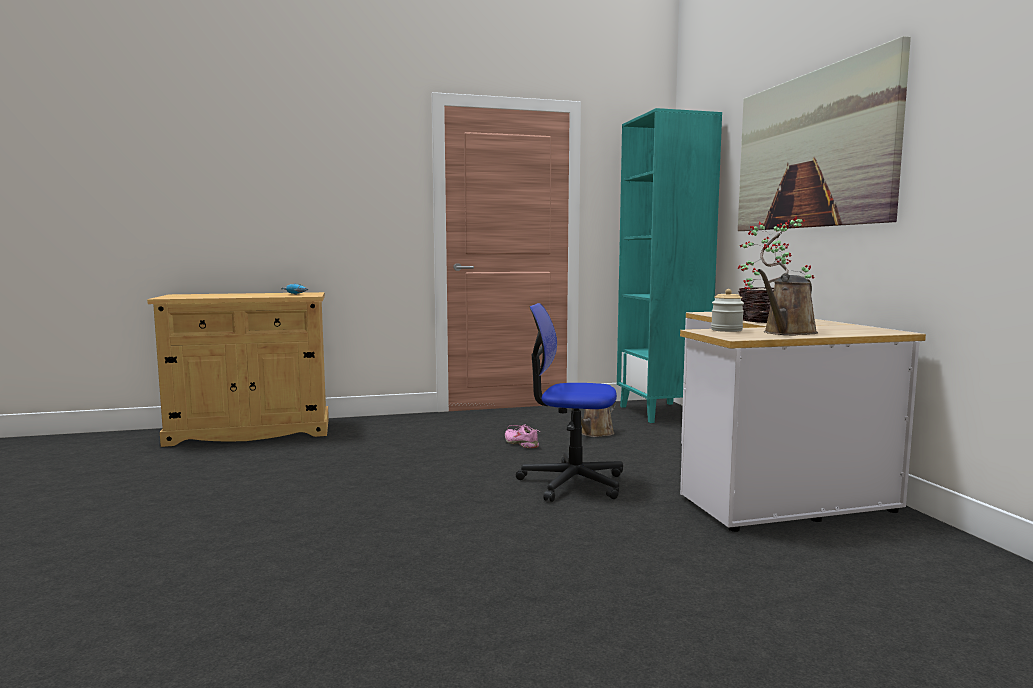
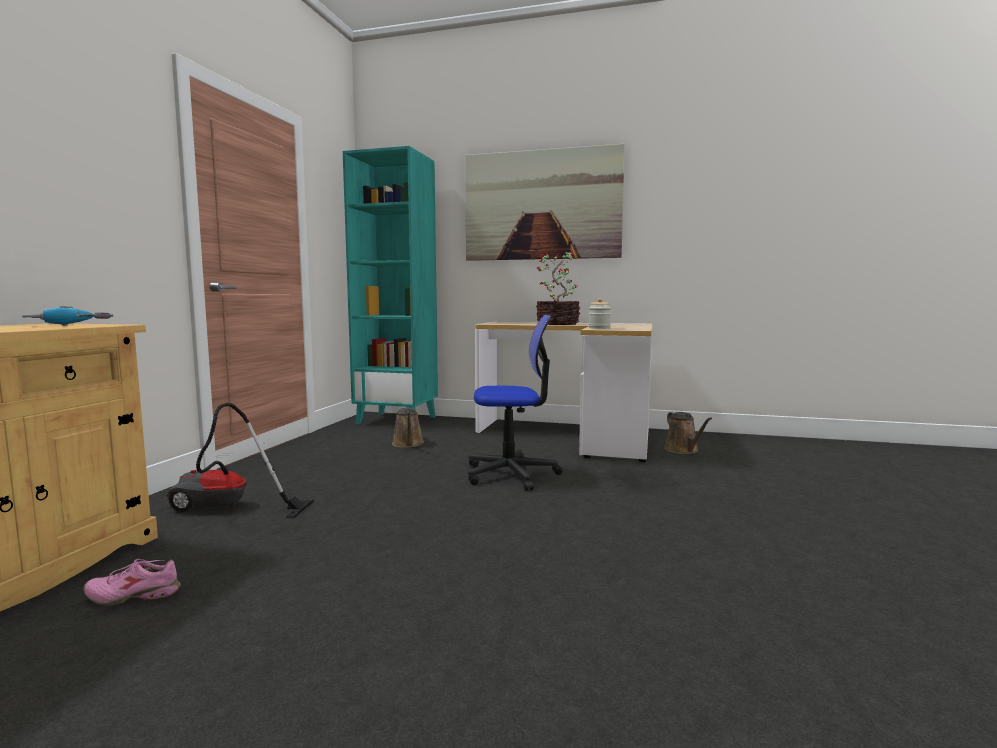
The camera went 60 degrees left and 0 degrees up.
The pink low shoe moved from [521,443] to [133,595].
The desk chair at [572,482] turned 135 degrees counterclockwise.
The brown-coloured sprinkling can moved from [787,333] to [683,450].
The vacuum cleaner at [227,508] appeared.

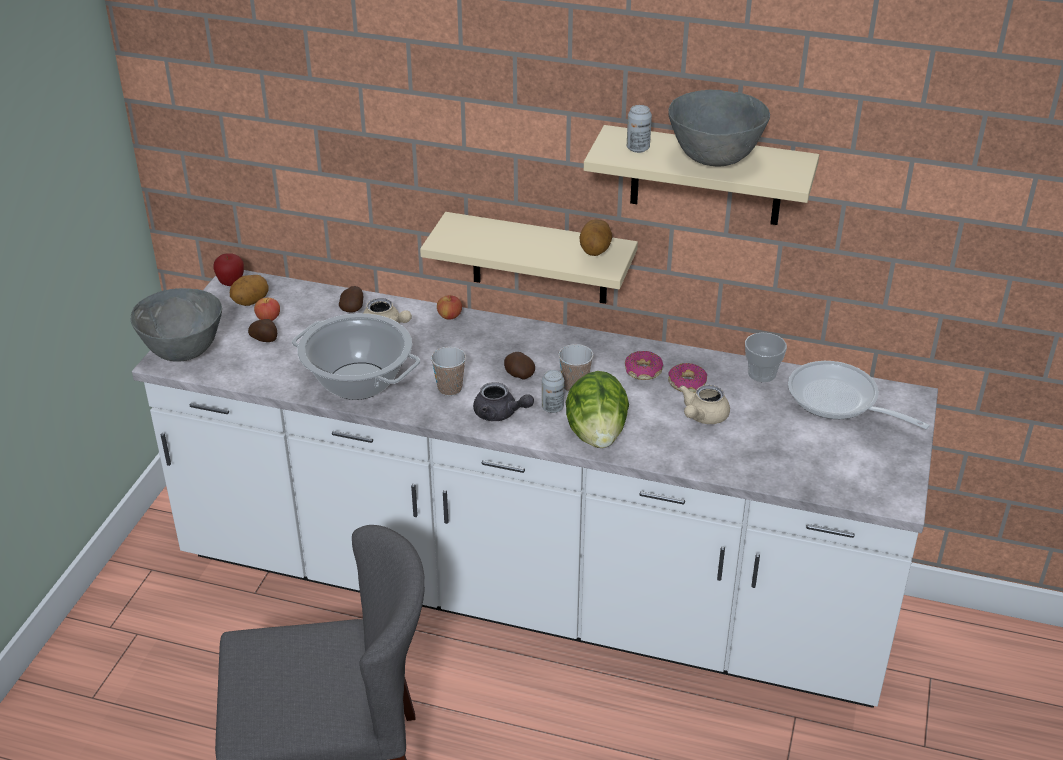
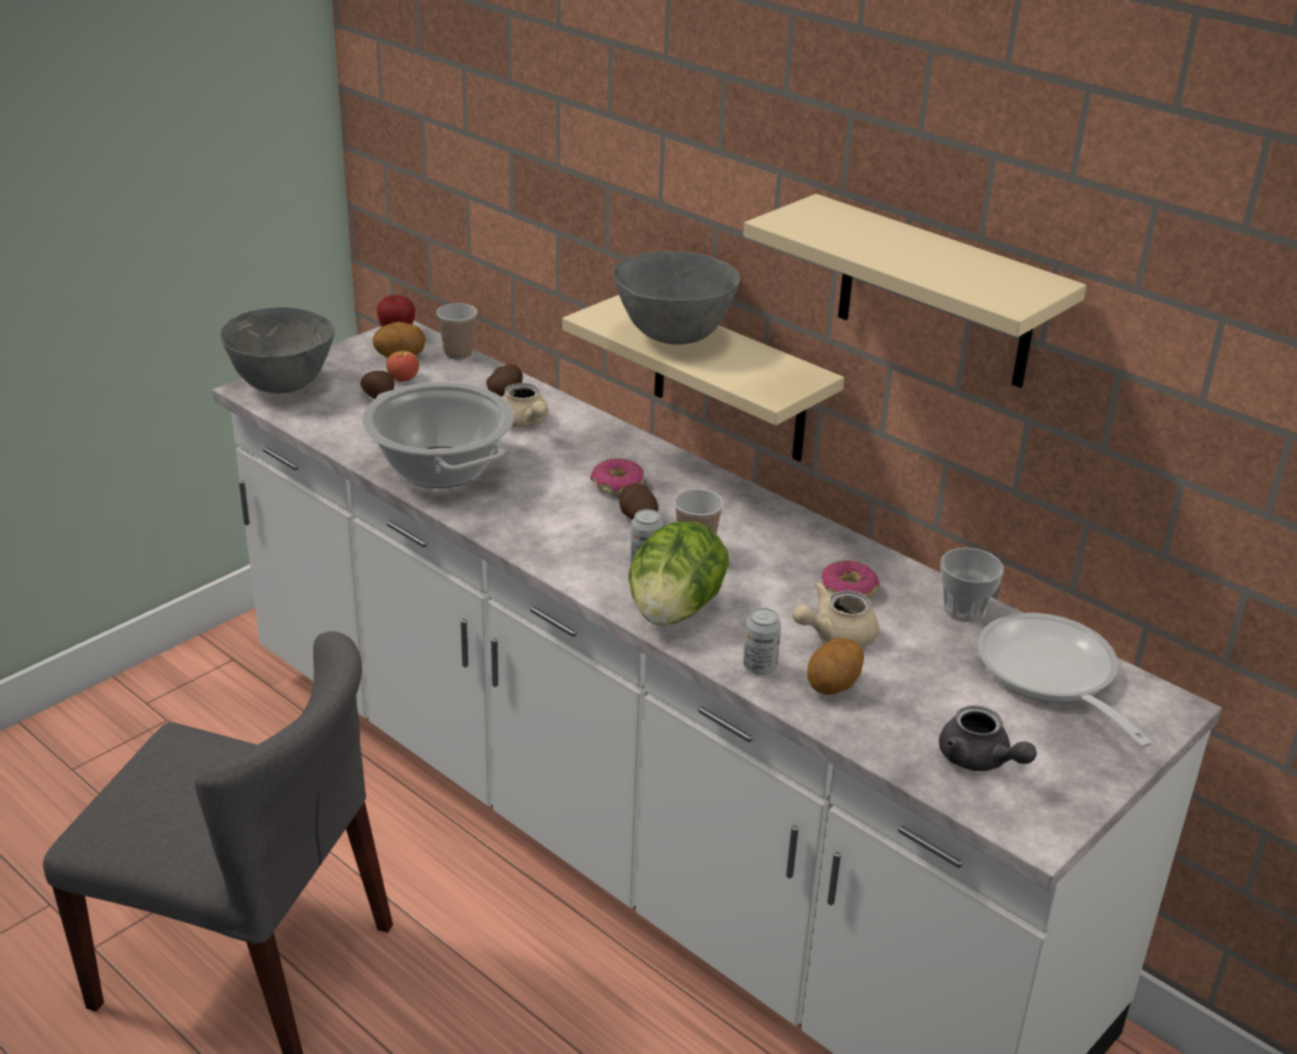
The camera went 25 degrees right and 5 degrees down.
The cup moved from [449,389] to [458,354].
The whole apple at [449,316] disappeared.
The gray pot for tea moved from [500,414] to [979,760].
The whole potato moved from [595,250] to [834,686].
The ring doughnut moved from [643,371] to [617,485].
The can moved from [638,148] to [759,667].
The gray bowl moved from [714,159] to [674,337].

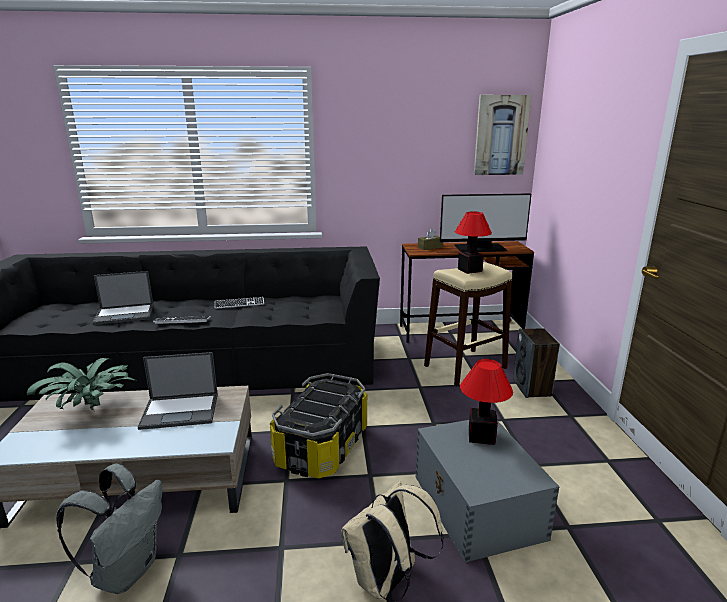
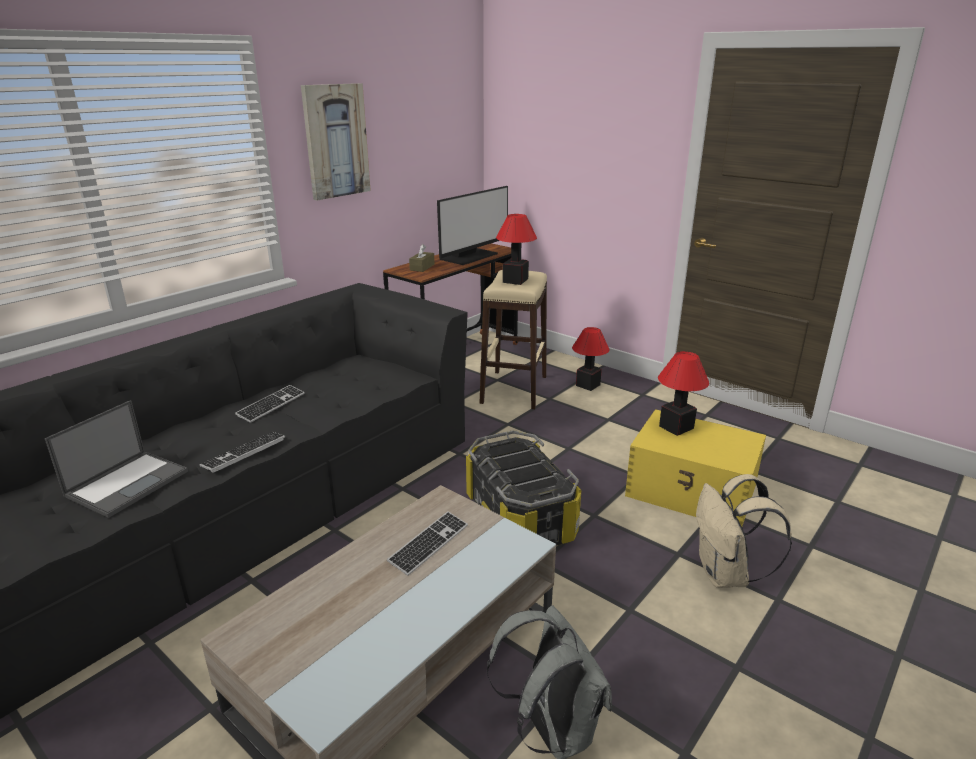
The camera went 45 degrees left and 5 degrees up.
The potted plant at [93,409] disappeared.
The portable computer at [181,411] was replaced by the keyboard at [429,544].
The gray storage bin at [477,507] became the yellowish storage bin at [692,491].
The wall picture moved from [501,135] to [335,141].
The audio speaker at [532,388] was replaced by the tabletop lamp at [588,385].

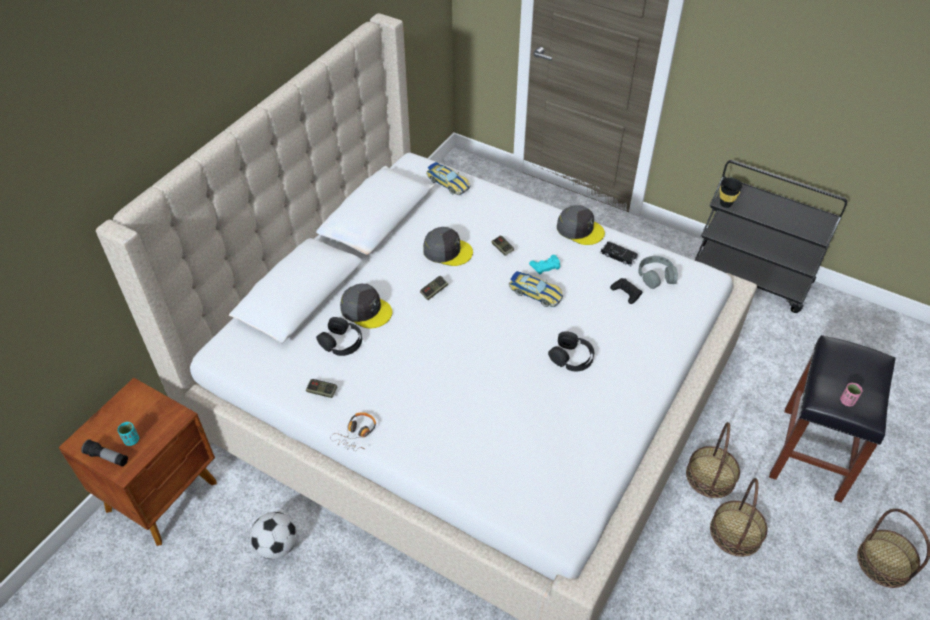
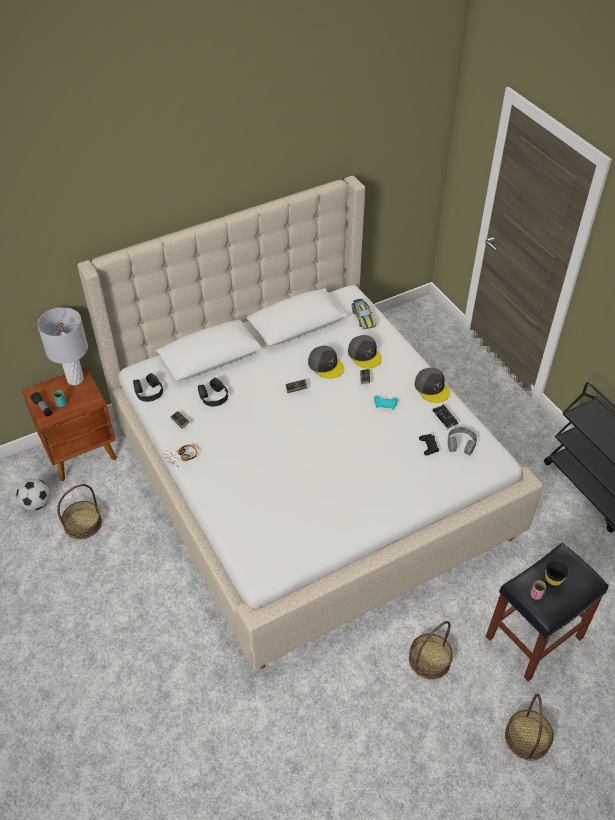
The camera went 30 degrees right and 0 degrees up.
The football ball moved from [277,546] to [36,504].
The gray peaked cap moved from [366,310] to [364,355].
The model car at [535,293] disappeared.
The blackish headphones moved from [572,357] to [148,392].
The household basket moved from [710,476] to [83,523].
The blackish cup moved from [725,204] to [551,583].
The gray tabletop lamp at [75,379] appeared.

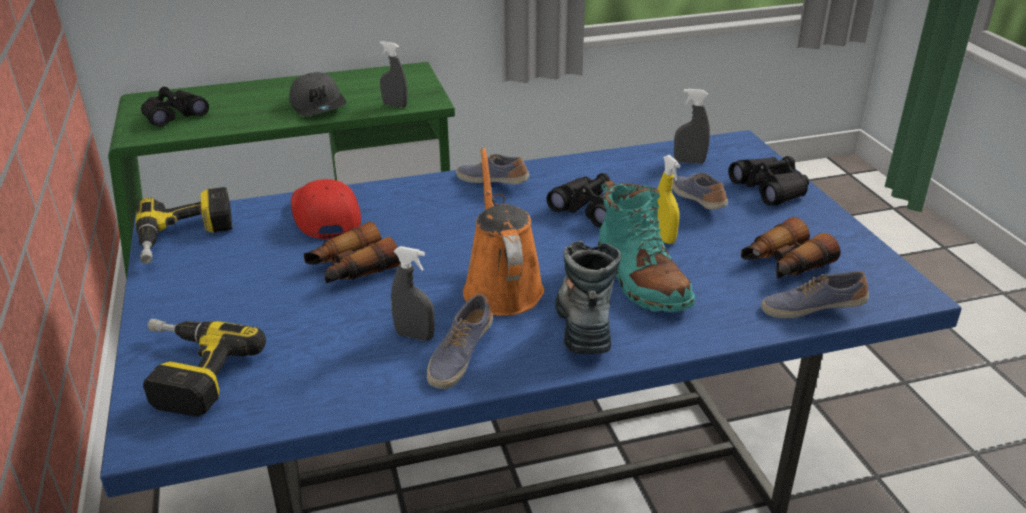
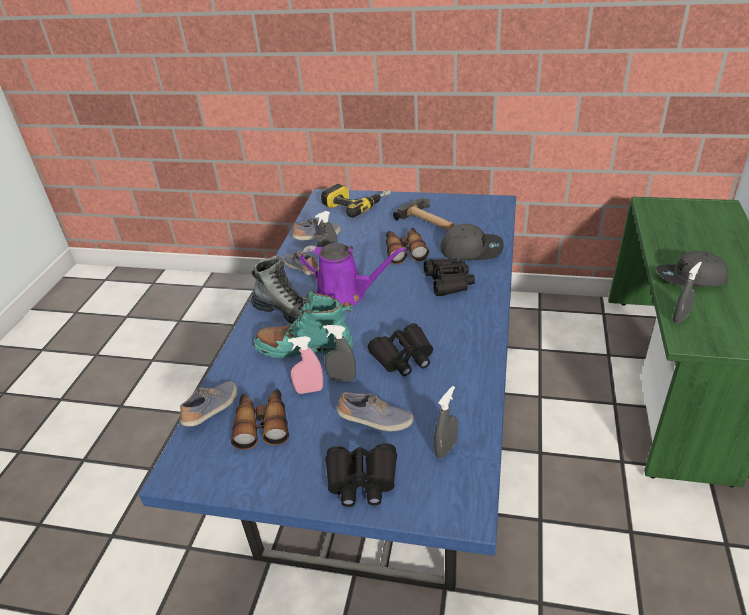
The camera went 120 degrees right and 5 degrees up.
The power drill at [186,238] disappeared.
The blackish binoculars moved from [174,115] to [448,282].
The reddish peaked cap at [325,215] became the gray peaked cap at [471,249].
The low shoe moved from [493,182] to [317,237].
The orange-coloured sprinkling can at [501,286] became the purple-coloured sprinkling can at [346,294].
The yellowish hand sprayer at [663,237] became the gray hand sprayer at [342,378].
The pink hand sprayer at [309,390] appeared.
The tool hammer at [429,221] appeared.

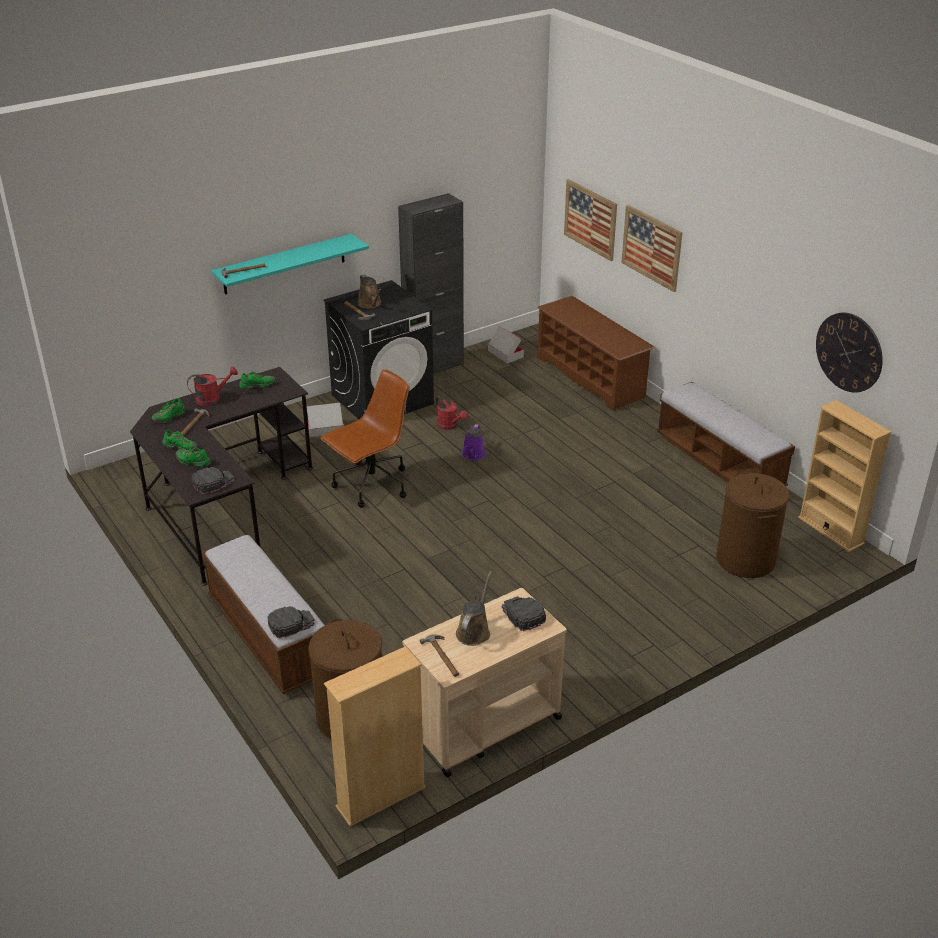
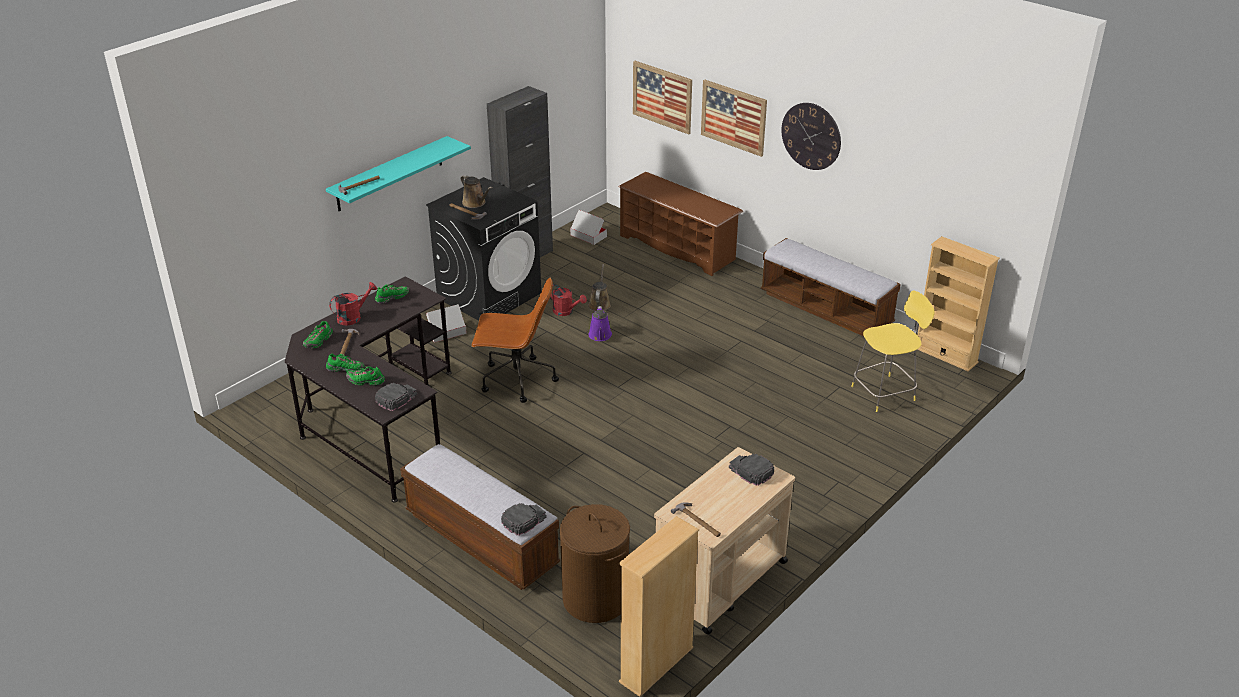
The camera went 15 degrees left and 0 degrees up.
The brown-coloured desk chair at [371,486] turned 60 degrees clockwise.
The brown-coloured sprinkling can moved from [474,631] to [599,304].
The brown-coloured laundry basket at [746,560] was replaced by the yellowish stool at [885,393].
The clock on the wall moved from [849,352] to [811,136].

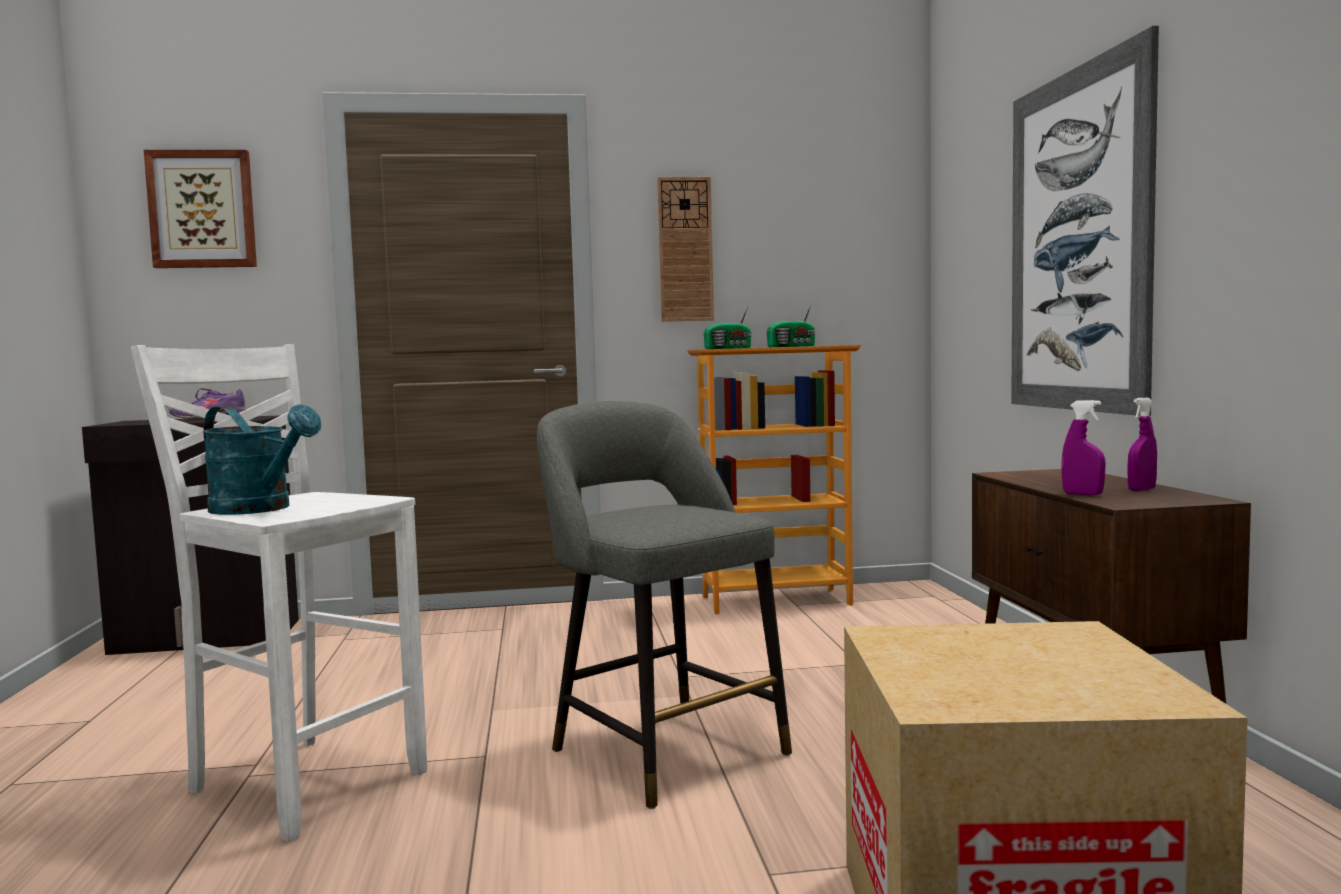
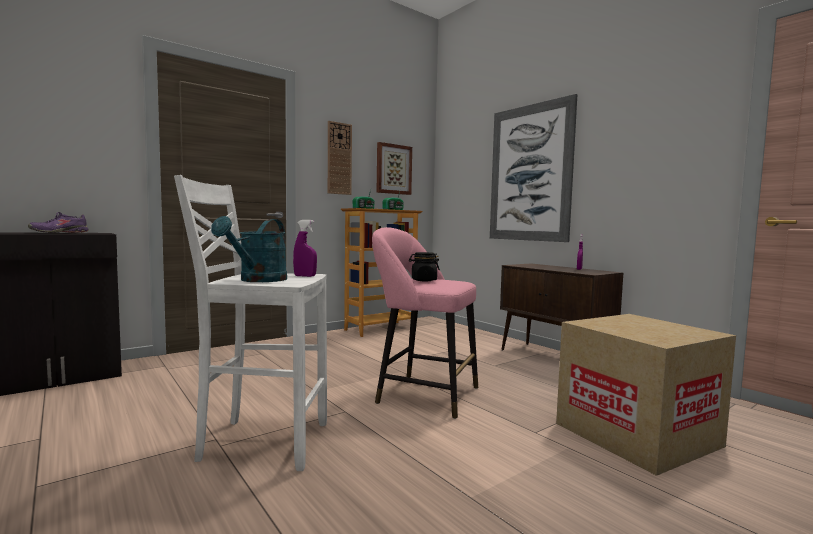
The camera went 30 degrees left and 0 degrees up.
The wall picture moved from [202,210] to [393,169].
The blue-green sprinkling can at [259,509] turned 105 degrees clockwise.
The gray stool at [661,748] became the pink stool at [422,394].
The purple-coloured hand sprayer moved from [1082,494] to [305,276].
The blackish storage jar at [423,280] appeared.

